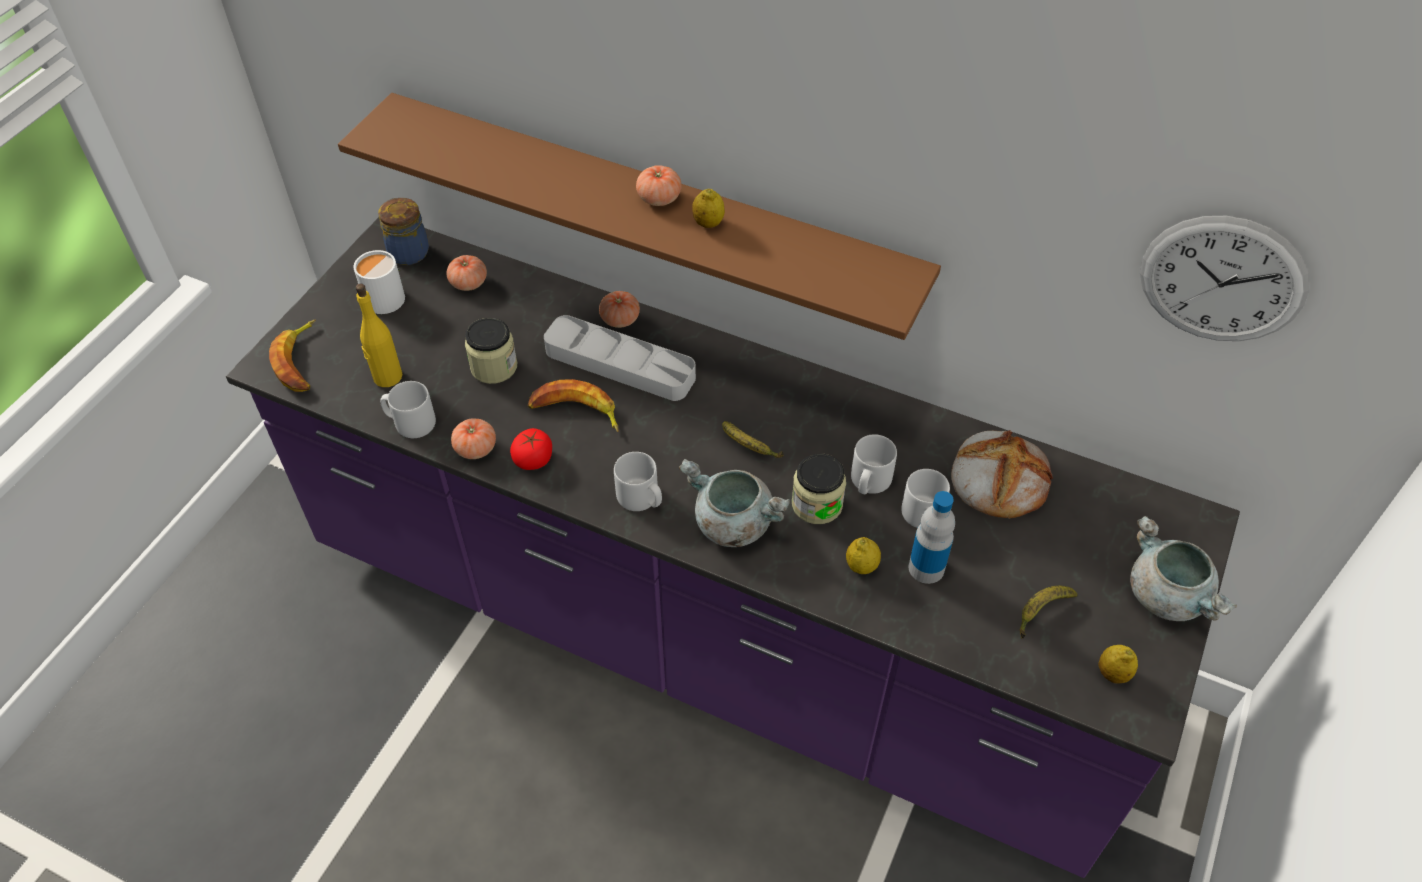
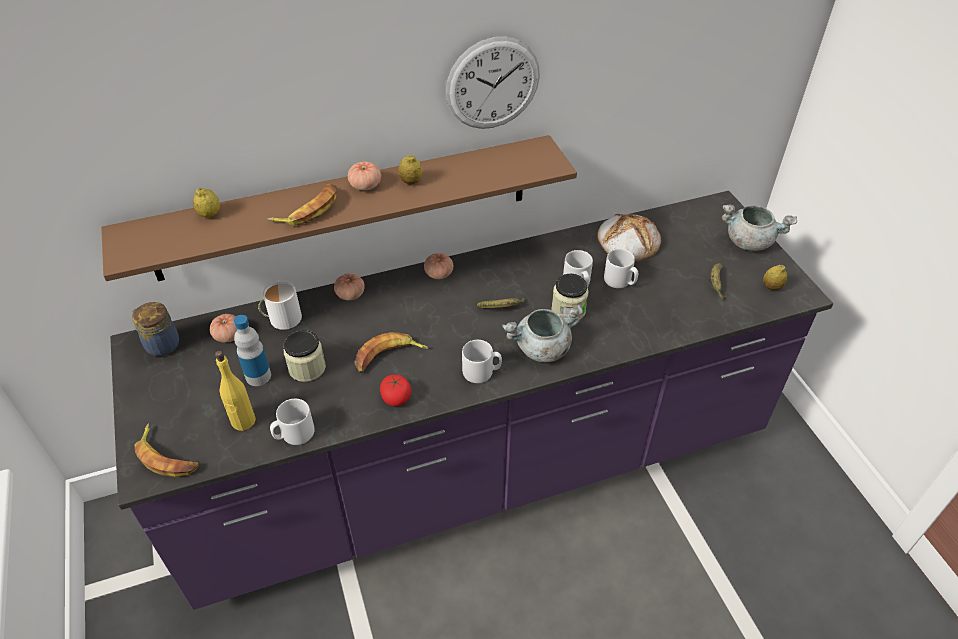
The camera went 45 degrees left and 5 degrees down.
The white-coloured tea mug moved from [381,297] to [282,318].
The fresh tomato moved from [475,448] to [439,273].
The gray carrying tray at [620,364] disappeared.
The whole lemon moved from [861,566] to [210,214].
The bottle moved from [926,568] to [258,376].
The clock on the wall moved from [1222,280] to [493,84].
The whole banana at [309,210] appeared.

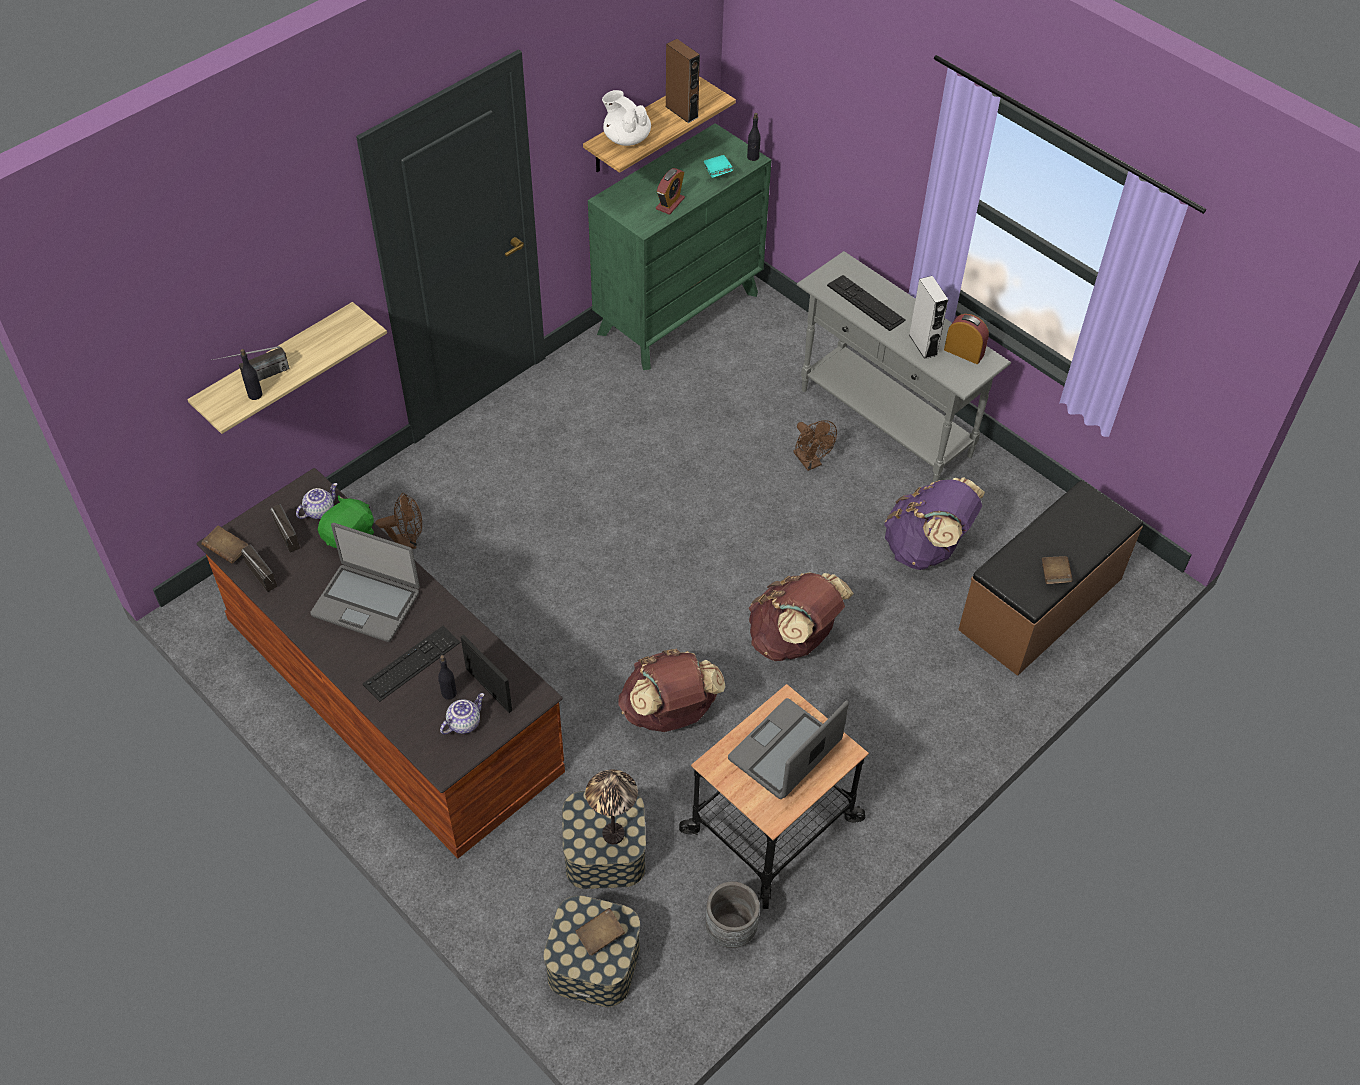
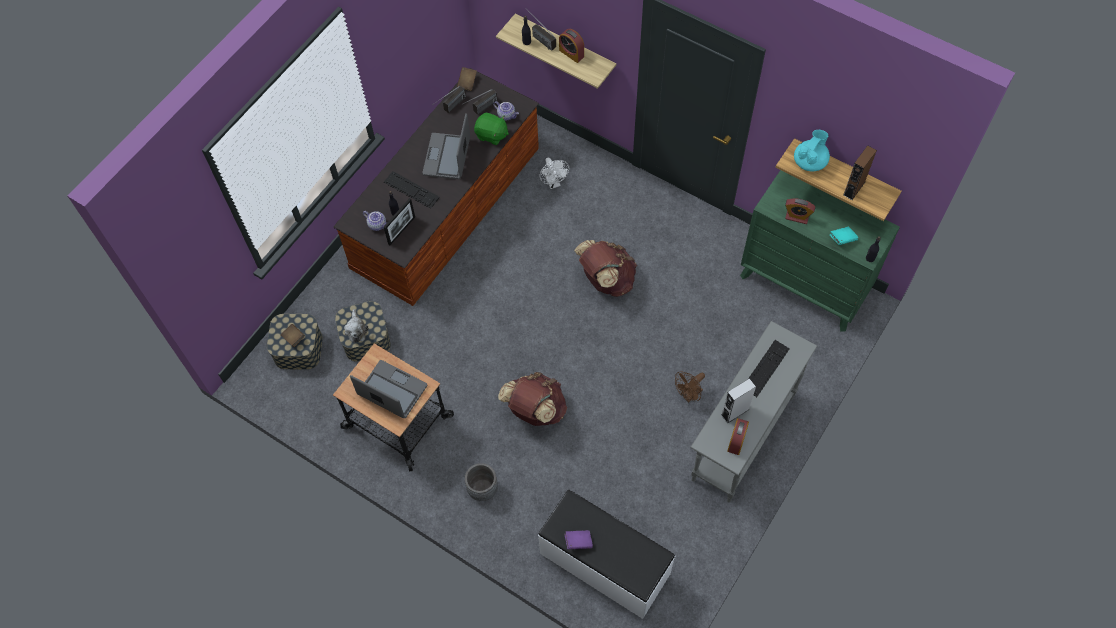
The camera went 80 degrees right and 10 degrees up.
The brown-coloured fan at [407,542] became the white-coloured fan at [553,183].
The tabletop lamp at [612,834] was replaced by the cuddly toy at [356,330].
The white-coloured pot for tea at [626,138] became the blue-green pot for tea at [810,162].
The brown-coloured backpack moved from [669,713] to [606,280].
The gray flower pot moved from [731,929] to [482,489].
The purple-coloured backpack at [926,548] disappeared.
The brown-coloured long seat at [1042,605] became the white-coloured long seat at [604,564].
The brown-coloured bound book at [1054,576] became the purple-coloured bound book at [578,542].
The bedside clock at [571,53] appeared.

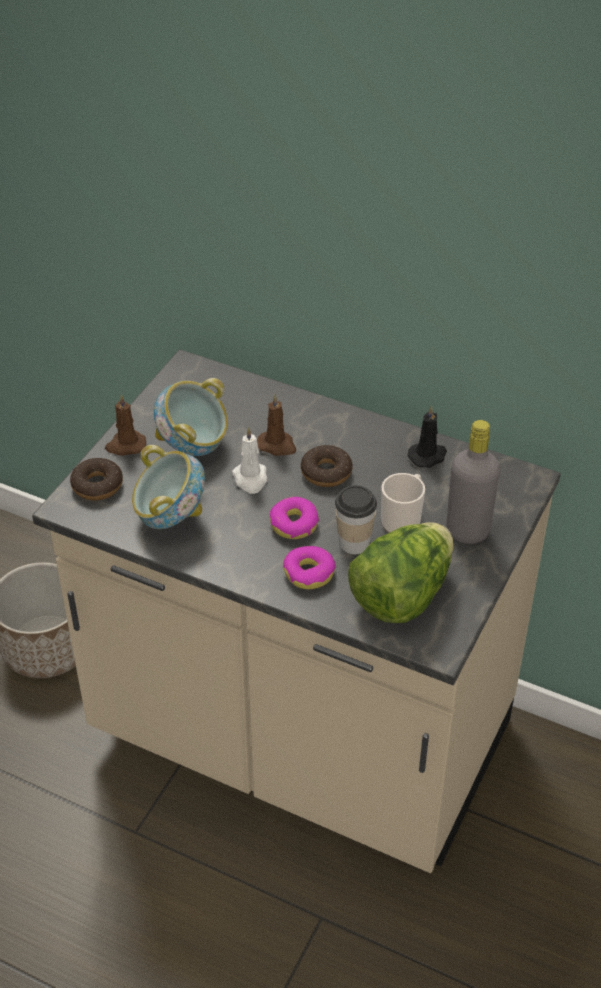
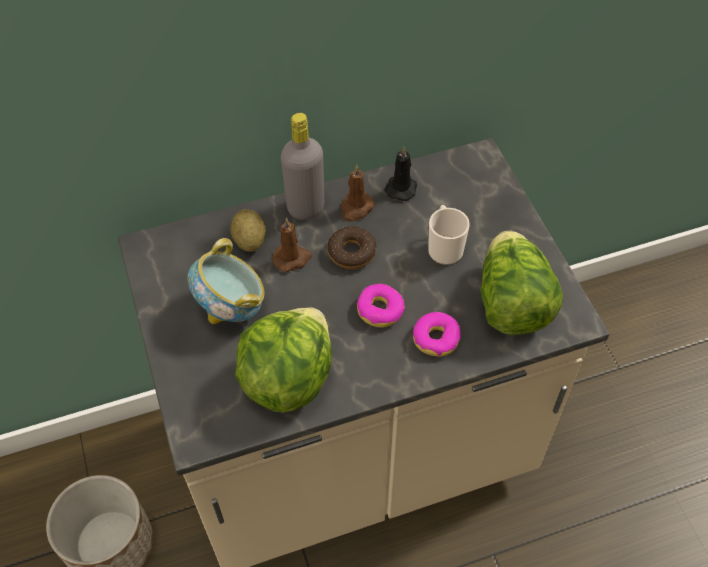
The camera went 45 degrees left and 10 degrees up.
The ring doughnut at [97,485] disappeared.
The brown-coloured wax candle moved from [125,445] to [356,208].
The bowl at [170,517] was replaced by the lettuce head at [287,378].
The white-coloured wax candle at [250,479] disappeared.
The cup at [354,542] disappeared.
The gray bottle moved from [467,531] to [306,208].
The whole potato at [250,240] appeared.

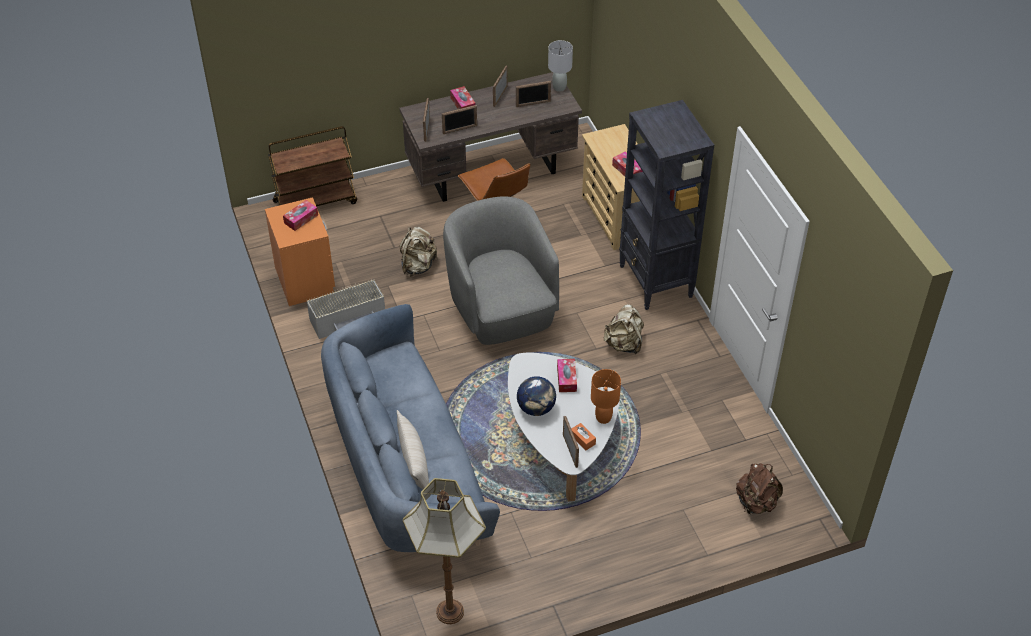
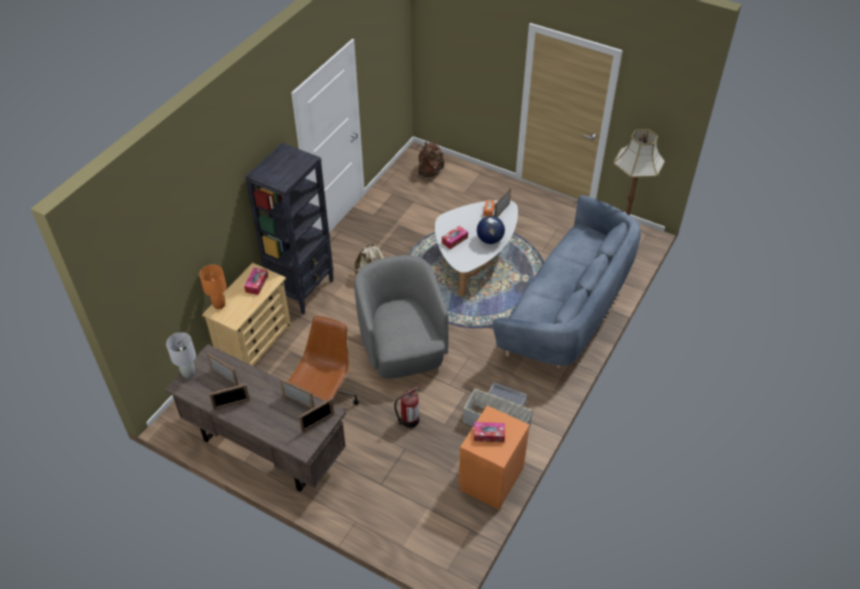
The camera went 130 degrees left and 0 degrees up.
The brown-coloured trolley at [316,201] disappeared.
The sand-coloured cushion at [414,463] disappeared.
The sand-coloured backpack at [418,266] was replaced by the extinguisher at [409,420].
The gray armchair at [502,309] turned 135 degrees clockwise.
The tissue box at [463,104] disappeared.
The orange-coloured tabletop lamp moved from [603,418] to [219,305].

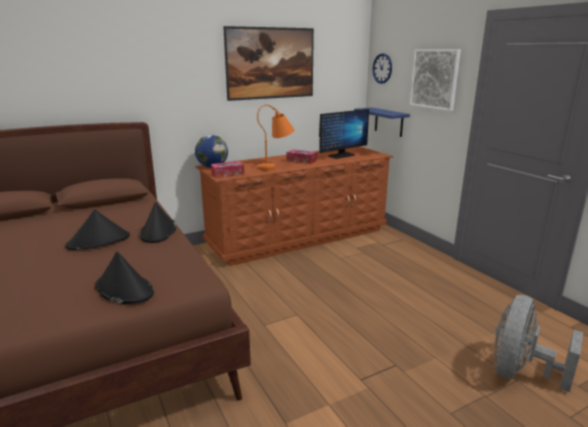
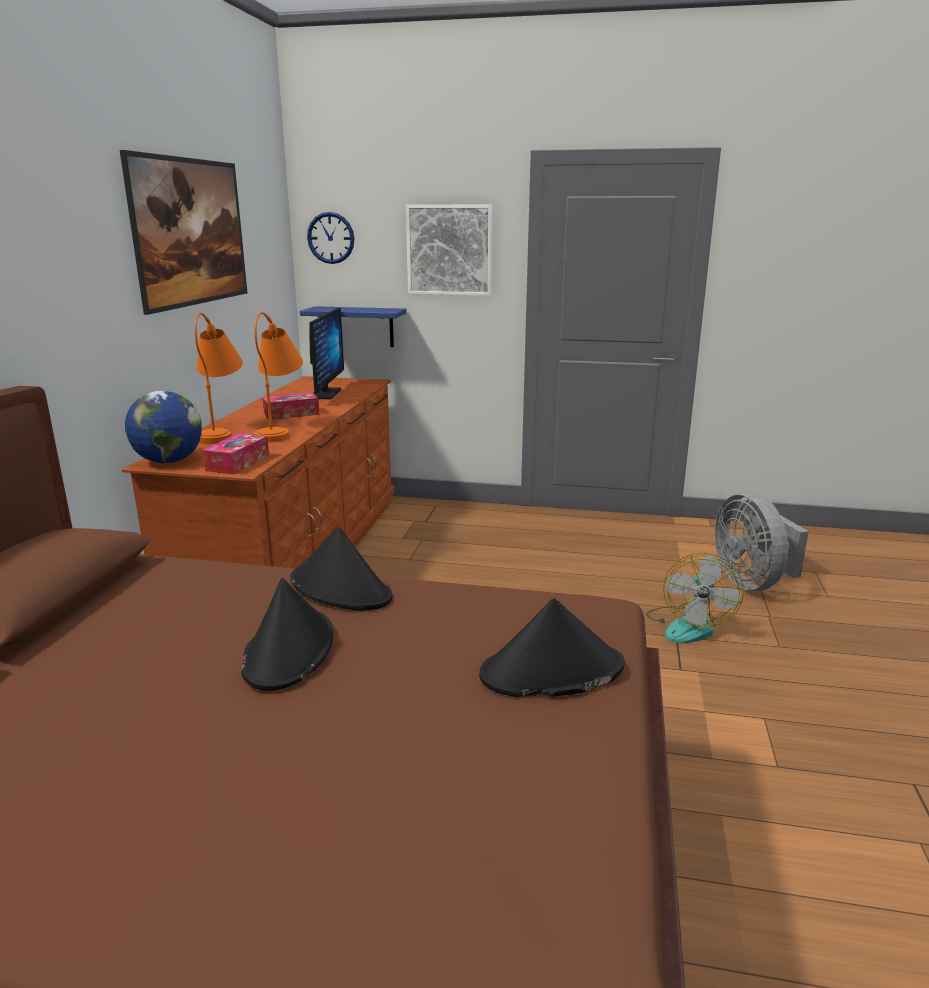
The camera went 50 degrees left and 0 degrees up.
The orange-coloured tabletop lamp at [222,432] appeared.
The fan at [688,625] appeared.

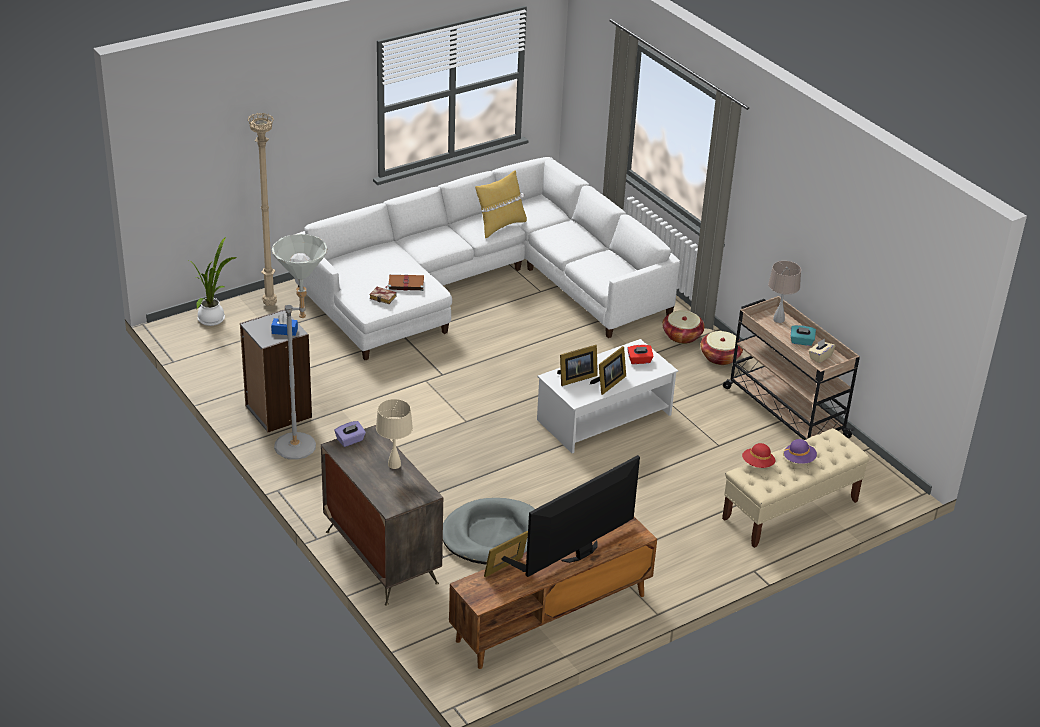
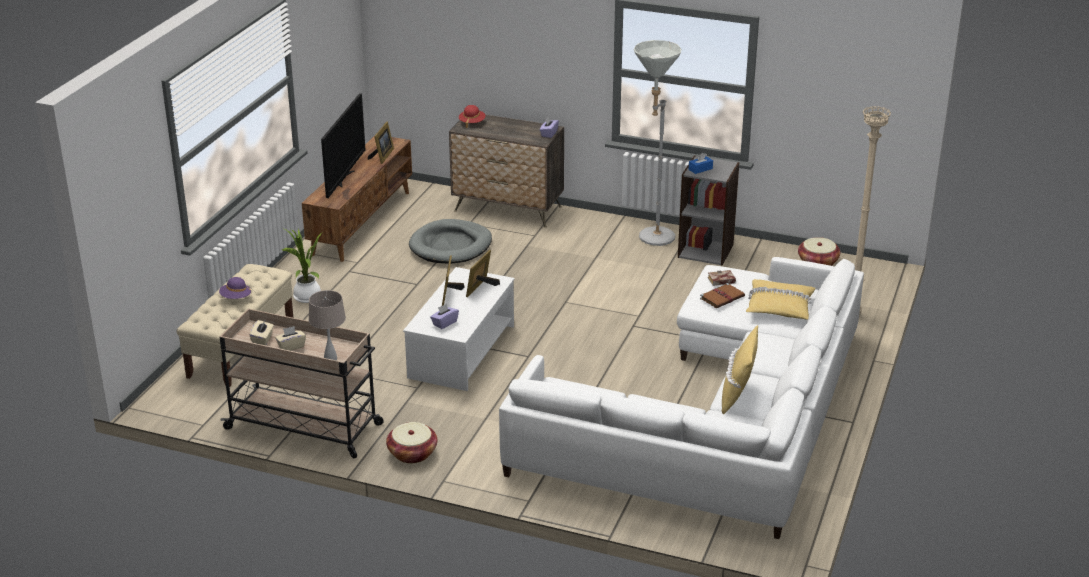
The camera went 145 degrees right and 5 degrees down.
The potted plant moved from [213,318] to [306,298].
The sand-coloured tabletop lamp at [394,465] disappeared.
The reddish tissue box at [639,360] became the purple-coloured tissue box at [444,323].
The household basket moved from [682,336] to [818,262].
The reddish hat moved from [757,464] to [472,122].
The blue-green tissue box at [801,342] became the sand-coloured tissue box at [291,346].
The yellowish cushion at [779,307] appeared.

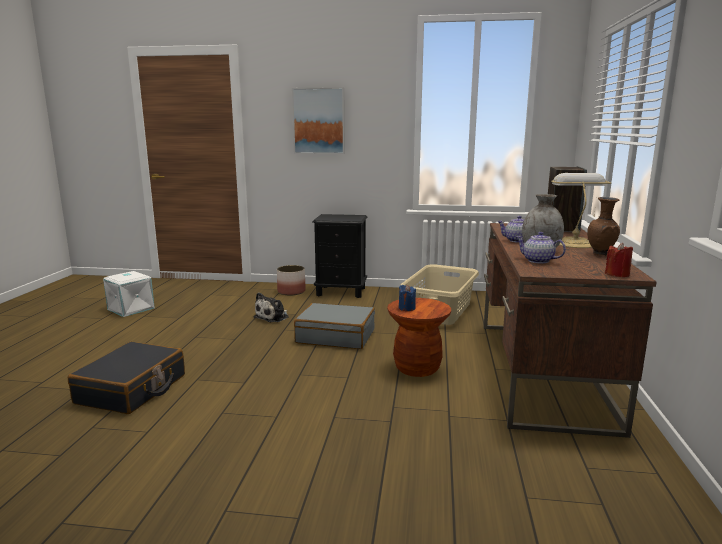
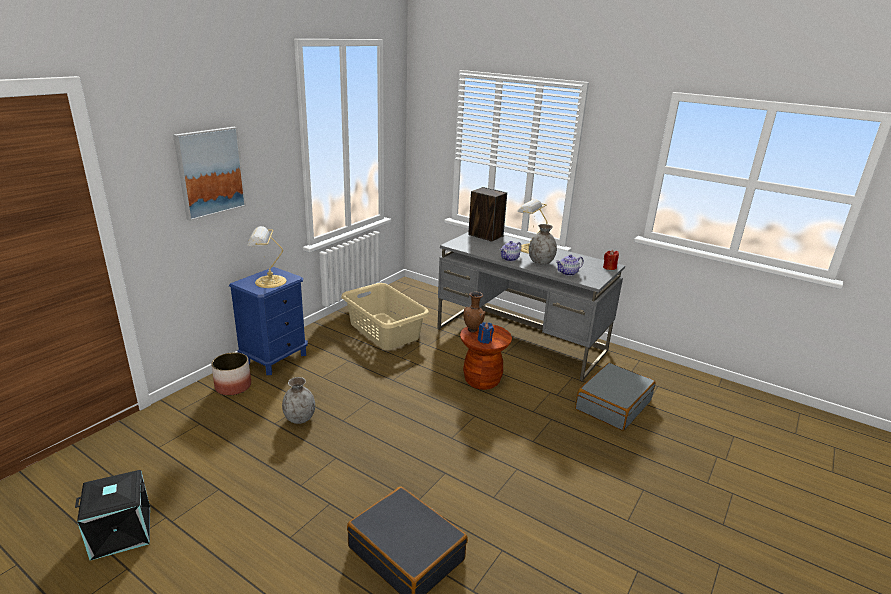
The camera went 65 degrees left and 10 degrees up.
The white-coloured storage bin at [132,309] became the blackish storage bin at [122,531].
The cuddly toy at [273,317] was replaced by the gray decorative vase at [300,418].
The gray piece of luggage moved from [336,336] to [612,405].
The blackish night table at [341,292] became the blue-coloured night table at [275,358].
The brown-coloured desk unit at [541,372] became the gray desk unit at [521,340].
The brown-coloured decorative vase moved from [601,254] to [473,330].
The tabletop lamp at [268,282] appeared.

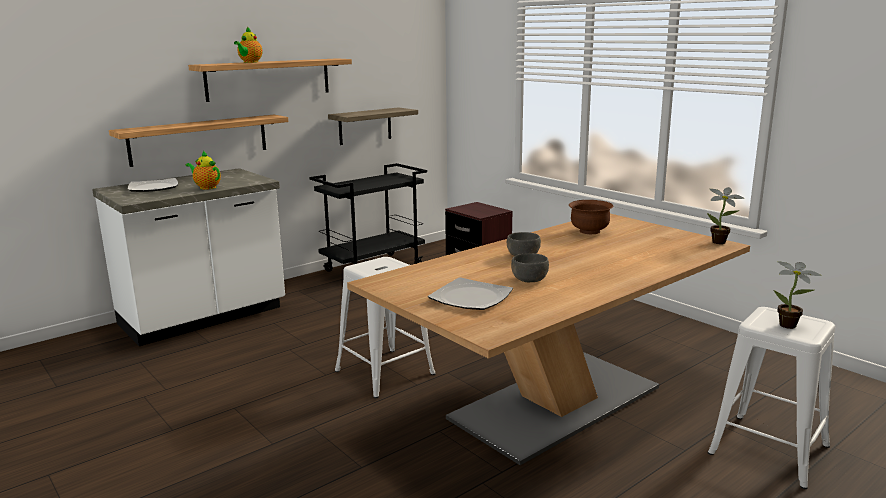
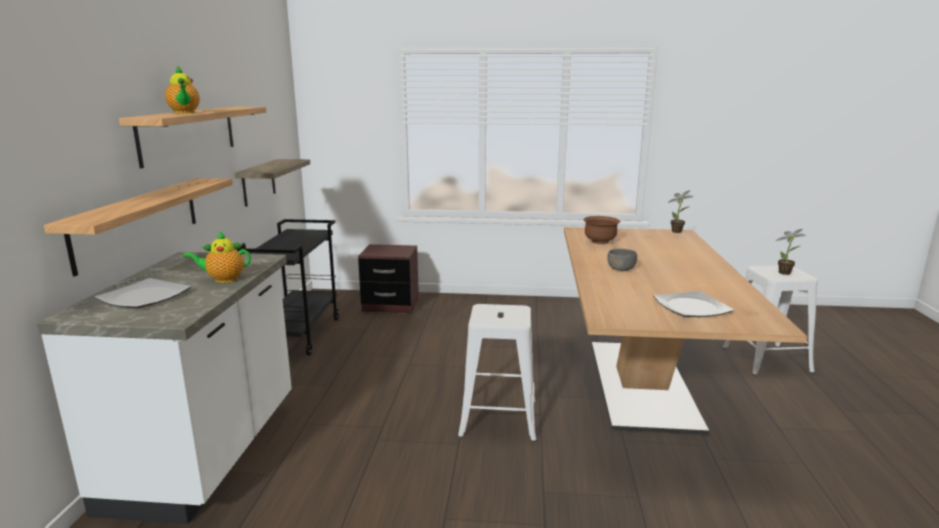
The camera went 45 degrees left and 0 degrees up.
The gray bowl at [529,279] disappeared.

